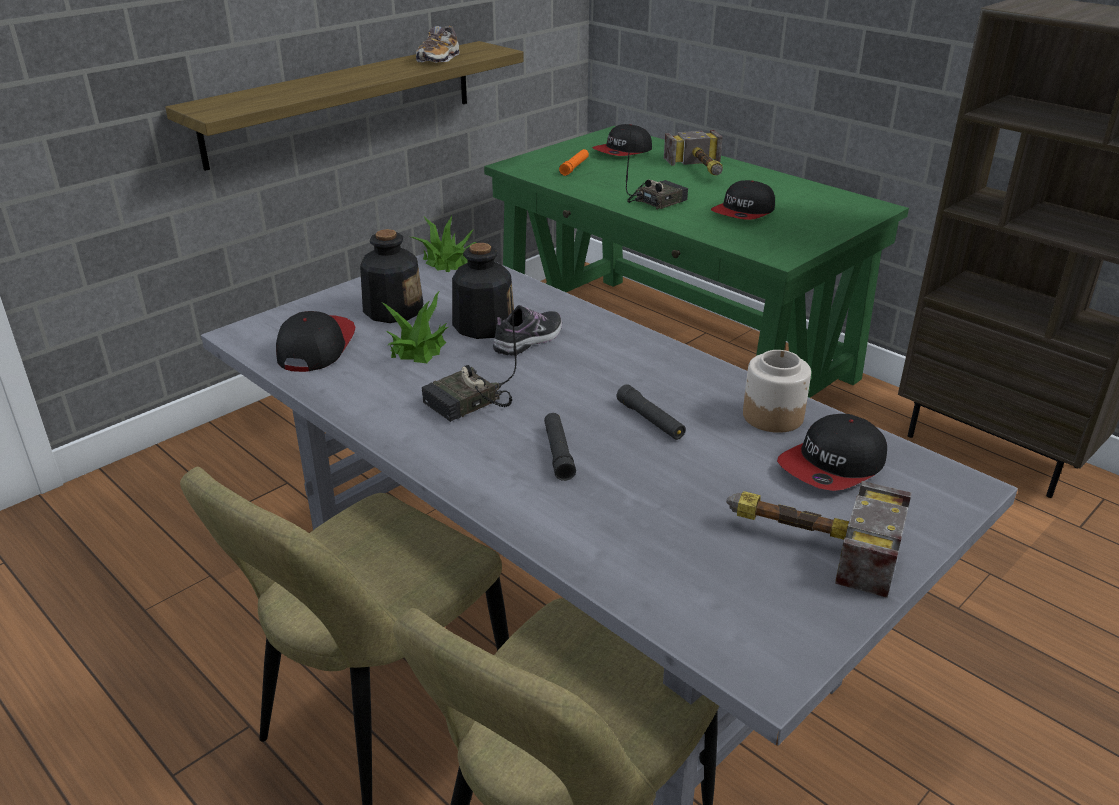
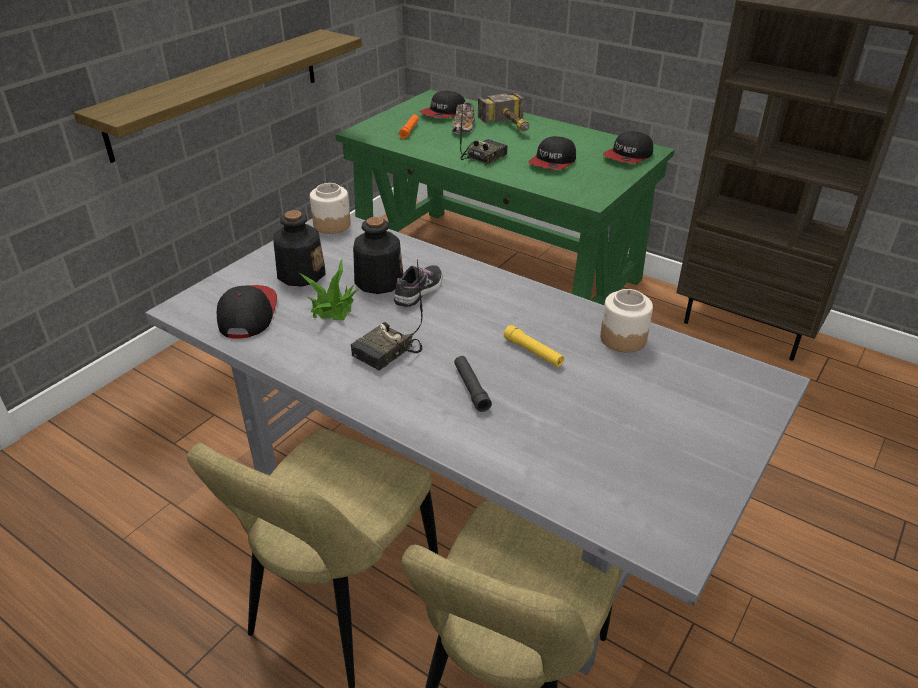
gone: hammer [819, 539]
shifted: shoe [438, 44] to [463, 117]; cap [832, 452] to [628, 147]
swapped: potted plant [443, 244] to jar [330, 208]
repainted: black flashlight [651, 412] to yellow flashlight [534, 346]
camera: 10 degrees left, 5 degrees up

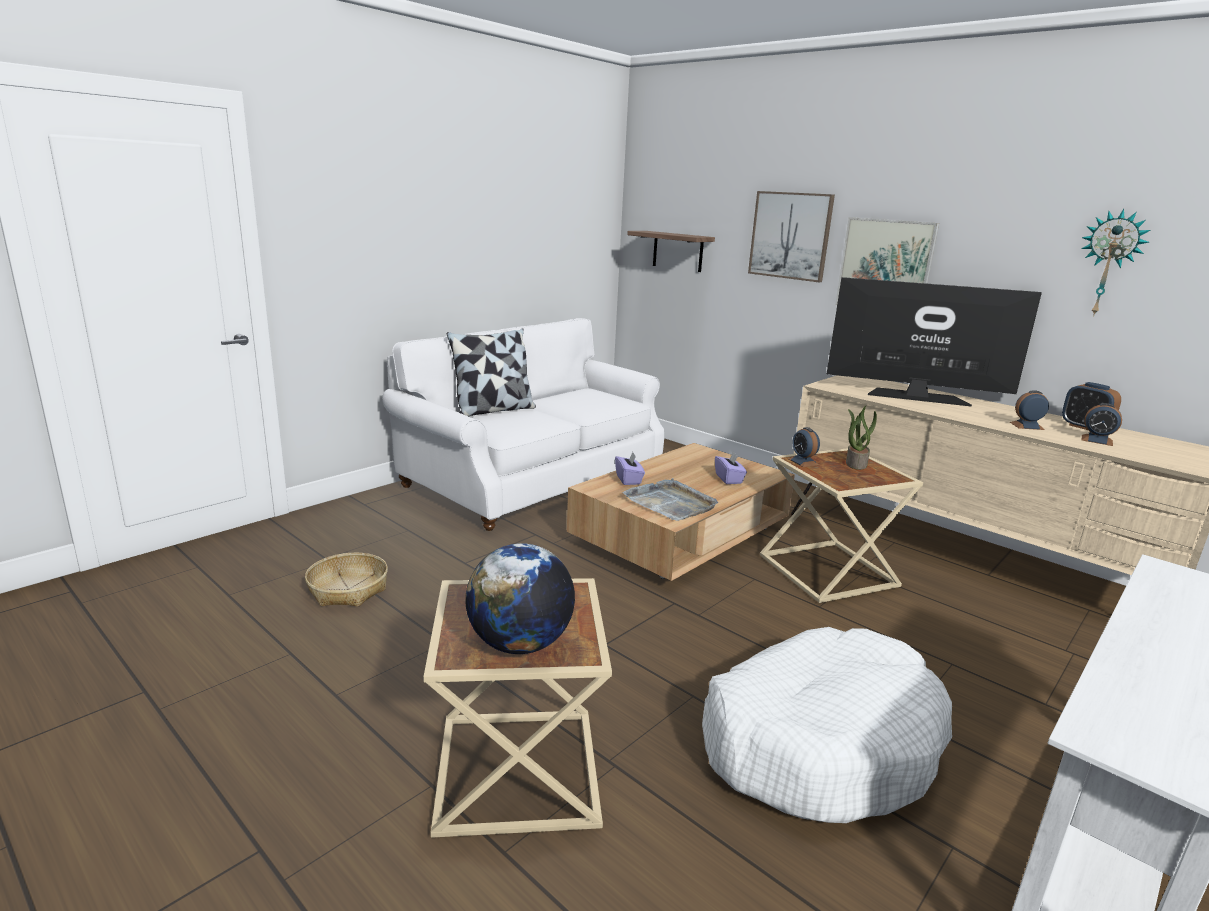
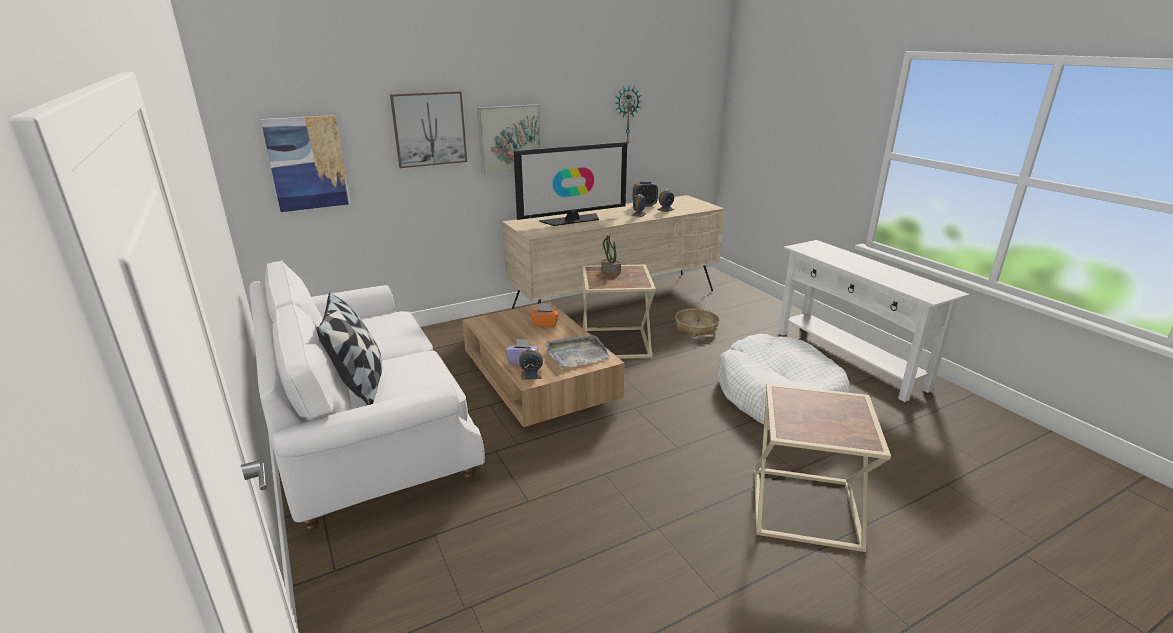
gone: globe [520, 598]
shifted: basket [346, 580] to [697, 322]; alarm clock [804, 447] to [531, 364]
swapped: shelf [671, 251] to picture [305, 163]
repainted: purple tissue box [731, 467] to orange tissue box [545, 315]
rotated: television [934, 342] = [570, 184] 150 degrees counterclockwise
camera: 70 degrees left, 5 degrees up

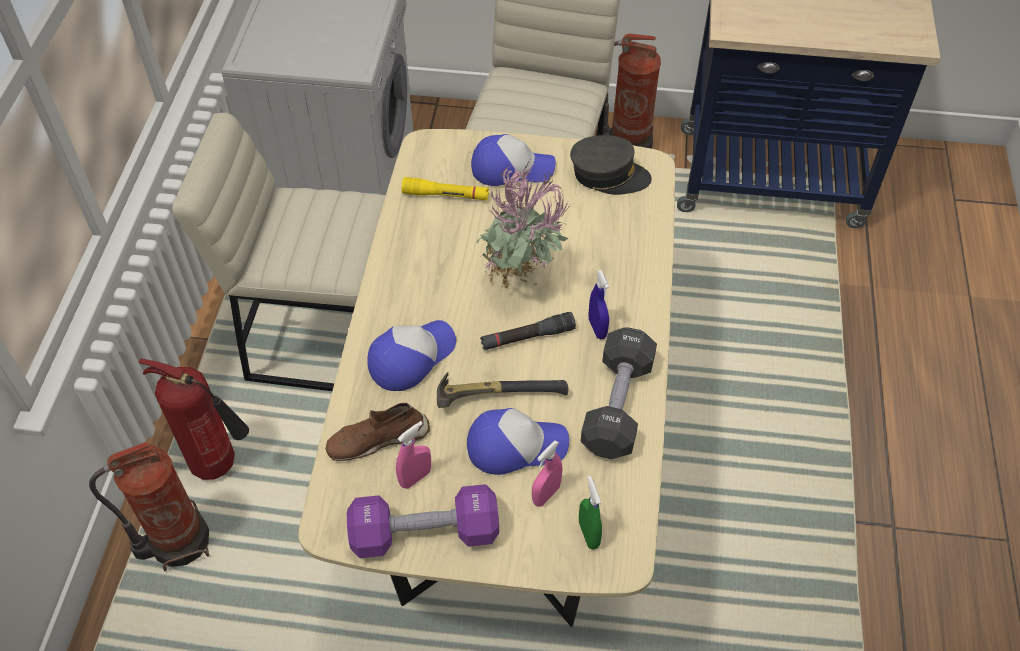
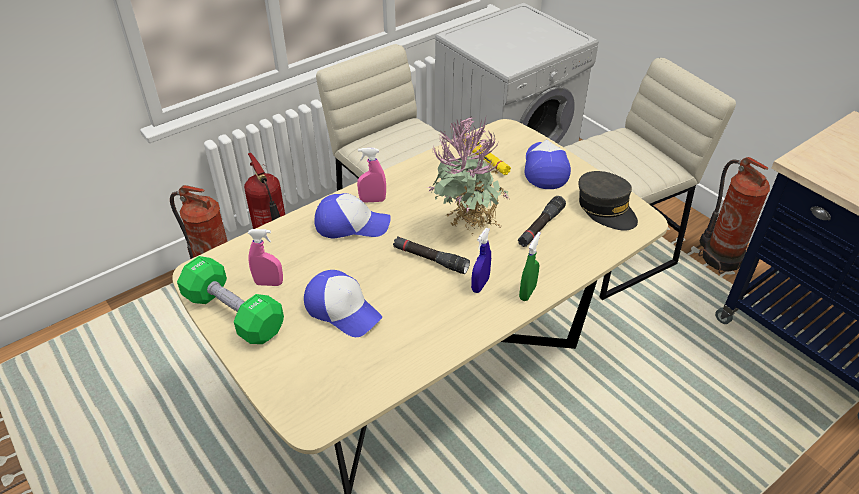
gone: brown shoe [377, 432]; hammer [502, 390]; black dumbbell [619, 393]
new: black flashlight [542, 221]
shifted: pink spray bottle [547, 473] to [371, 175]; green spray bottle [590, 512] to [530, 266]
repainted: purple dumbbell [423, 521] to green dumbbell [230, 300]
rotated: cap [513, 160] = [548, 164] 135 degrees counterclockwise
camera: 45 degrees right, 10 degrees down

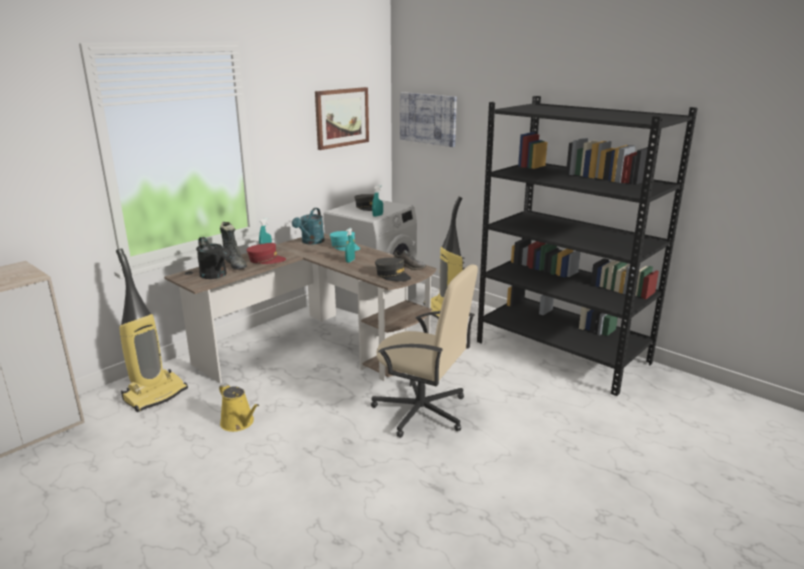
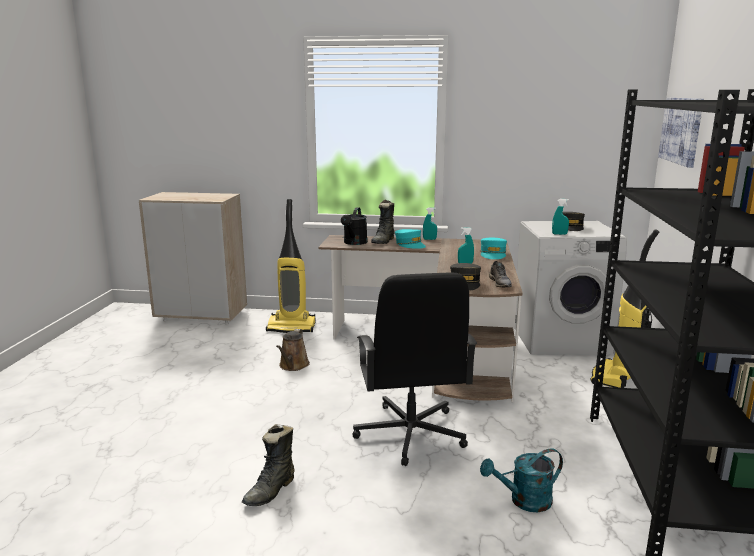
gone: picture [342, 118]
new: black boot [268, 465]
shifted: turquoise watering can [308, 226] to [521, 480]
repainted: yellow watering can [239, 407] to brown watering can [293, 350]; red cap [266, 253] to turquoise cap [410, 239]; beige office chair [424, 351] to black office chair [415, 369]
camera: 55 degrees right, 5 degrees down

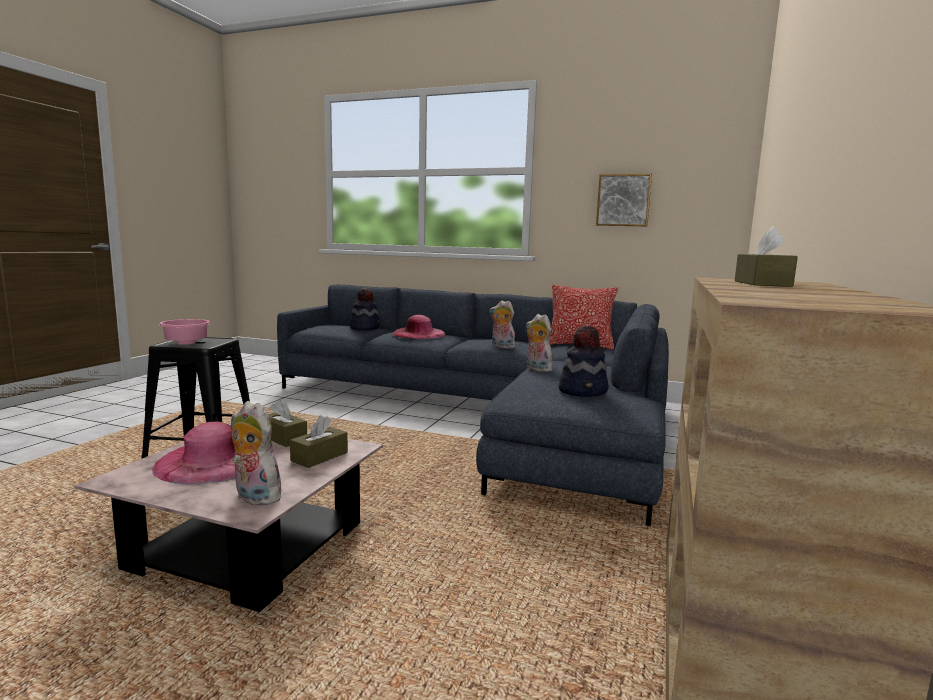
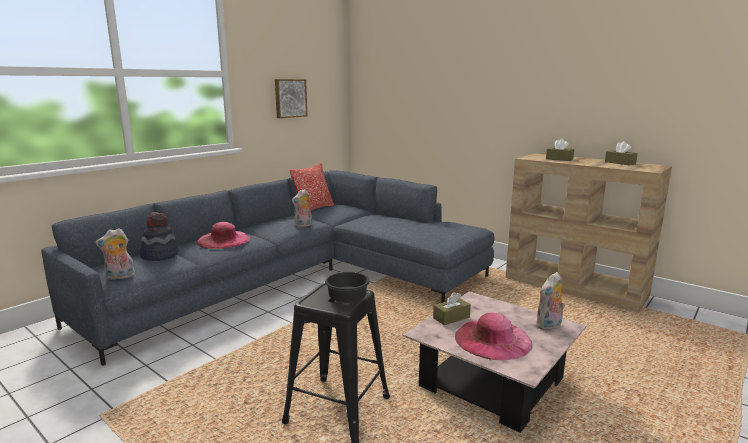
gone: hat [584, 361]
shifted: brown tissue box [319, 441] to [621, 153]; plush toy [540, 343] to [115, 254]
repainted: pink bowl [184, 331] to black bowl [347, 287]
camera: 70 degrees left, 5 degrees up

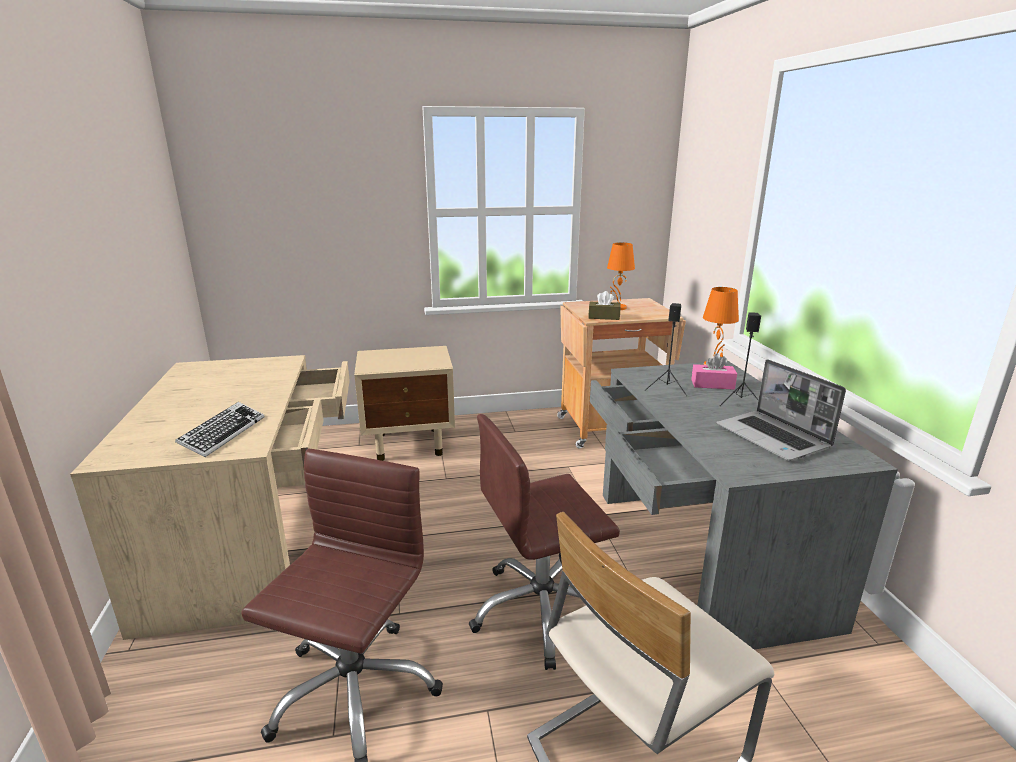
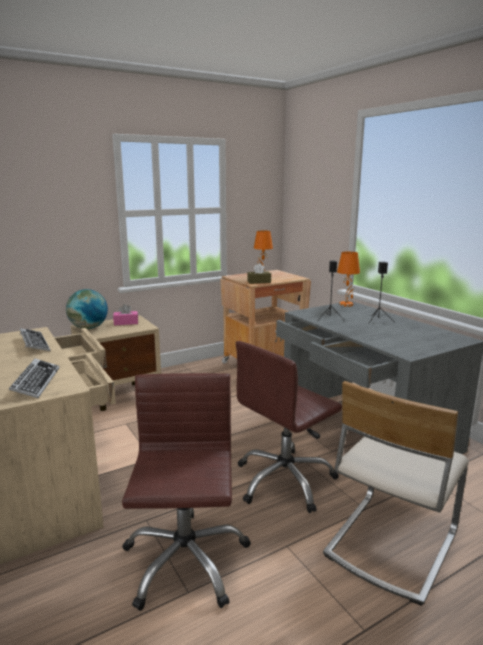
gone: laptop [781, 410]
new: keyboard [35, 339]; globe [87, 309]
shifted: pink tissue box [714, 372] to [125, 314]
camera: 20 degrees left, 5 degrees down

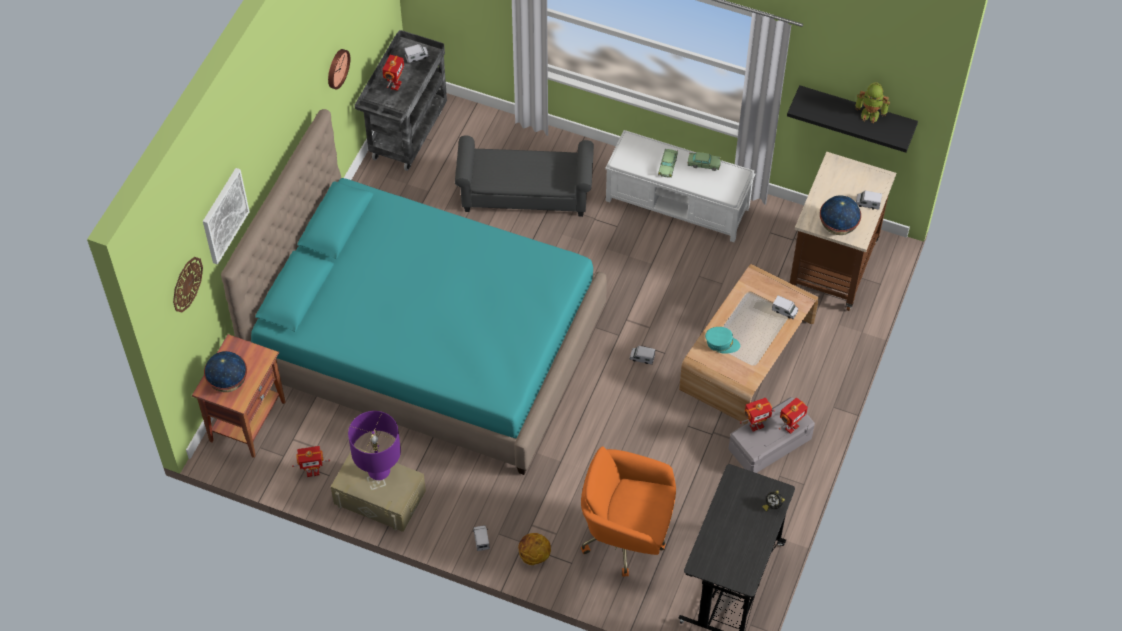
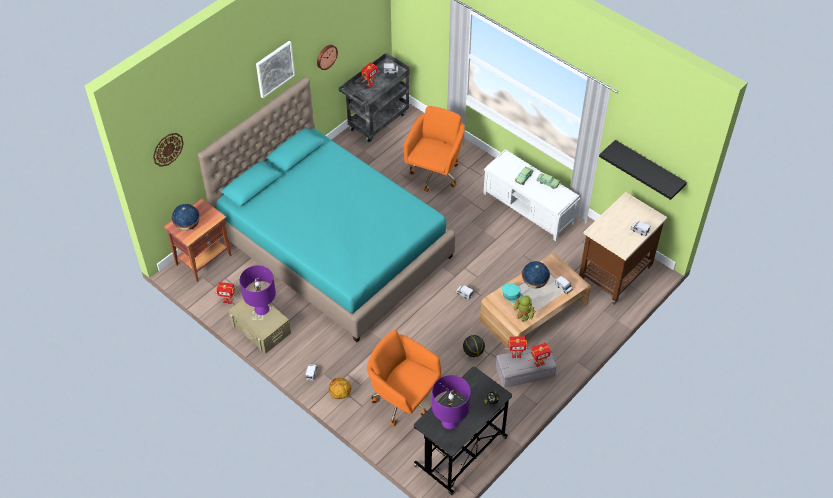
new: purple table lamp [451, 402]; basketball [474, 346]
shifted: picture [226, 216] to [275, 69]; globe [840, 215] to [536, 274]; toy robot [872, 102] to [524, 308]
swapped: grey ottoman [524, 176] to orange office chair [434, 149]
camera: 20 degrees right, 5 degrees down

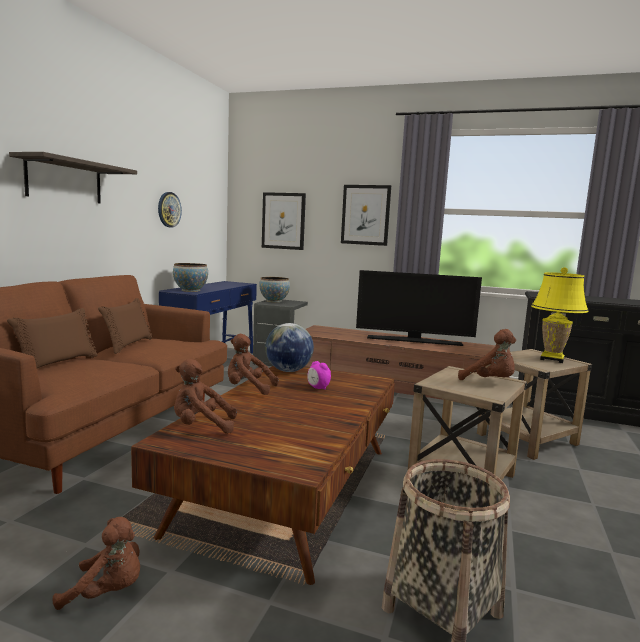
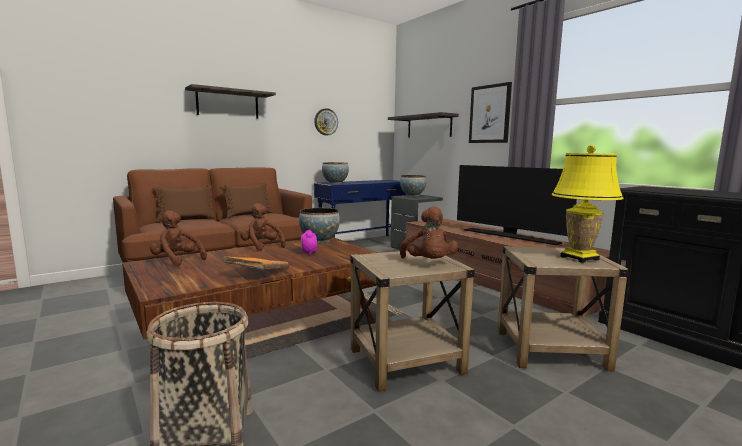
gone: brown plush toy [96, 563]
new: orange book [256, 263]
swapped: picture [284, 221] to shelf [423, 125]; globe [289, 347] to bowl [319, 225]
camera: 35 degrees right, 0 degrees up

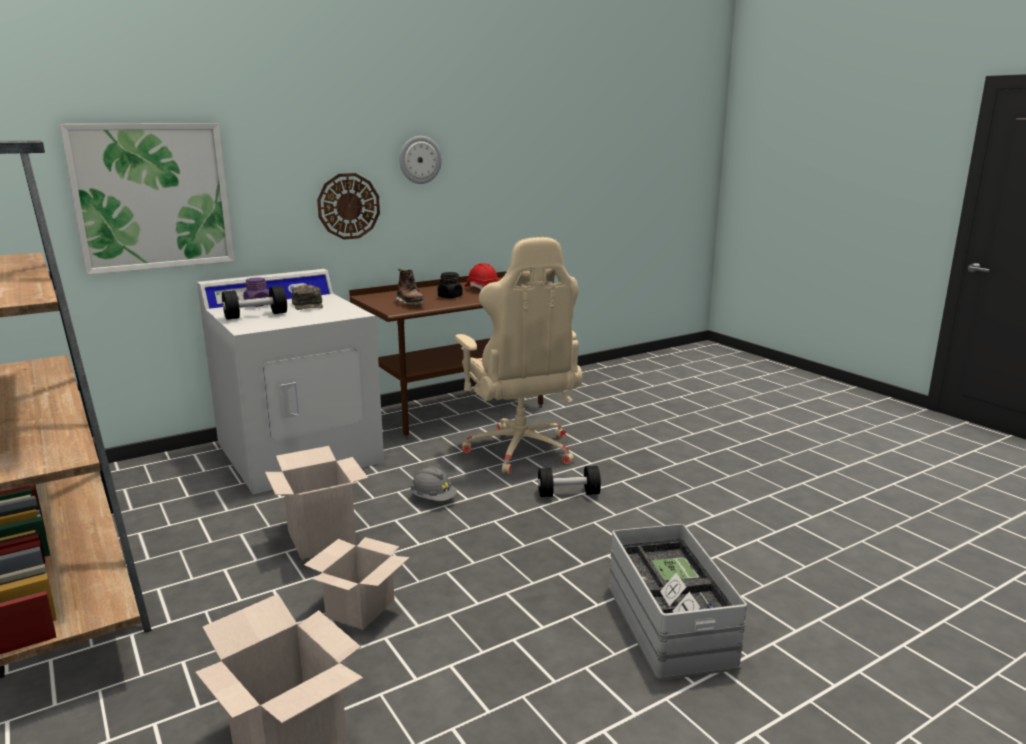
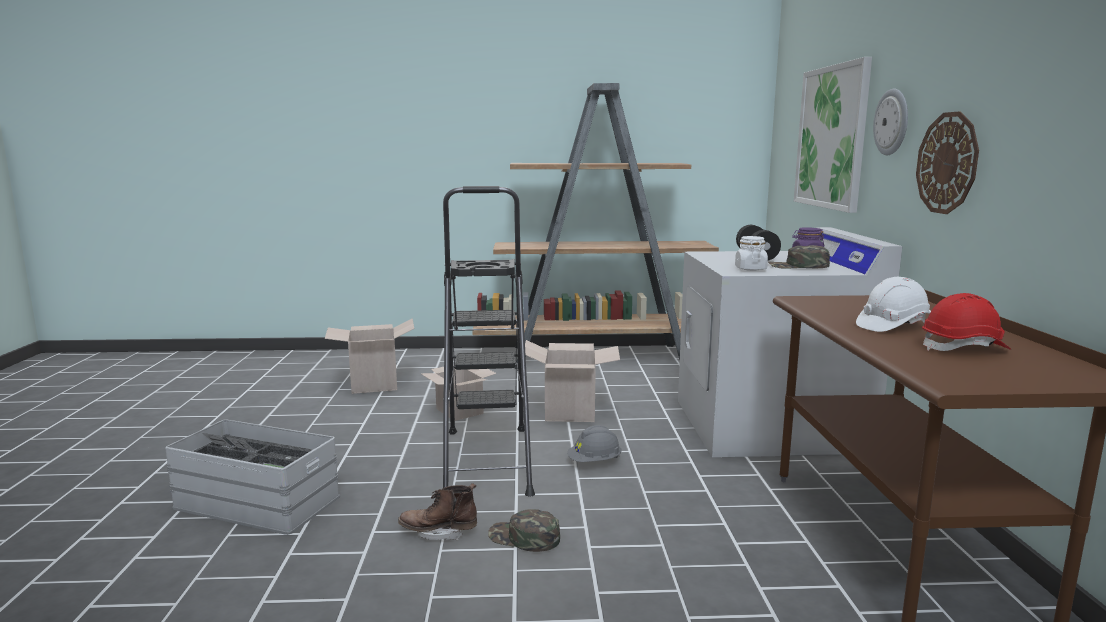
gone: beige office chair [518, 355]
new: step ladder [489, 341]; white jar [751, 253]
shifted: brown boot [410, 287] to [437, 511]; wall clock [420, 160] to [890, 122]
swapped: black jar [450, 285] to white hard hat [893, 304]; black dumbbell [569, 481] to green cap [524, 530]
camera: 120 degrees right, 5 degrees down

